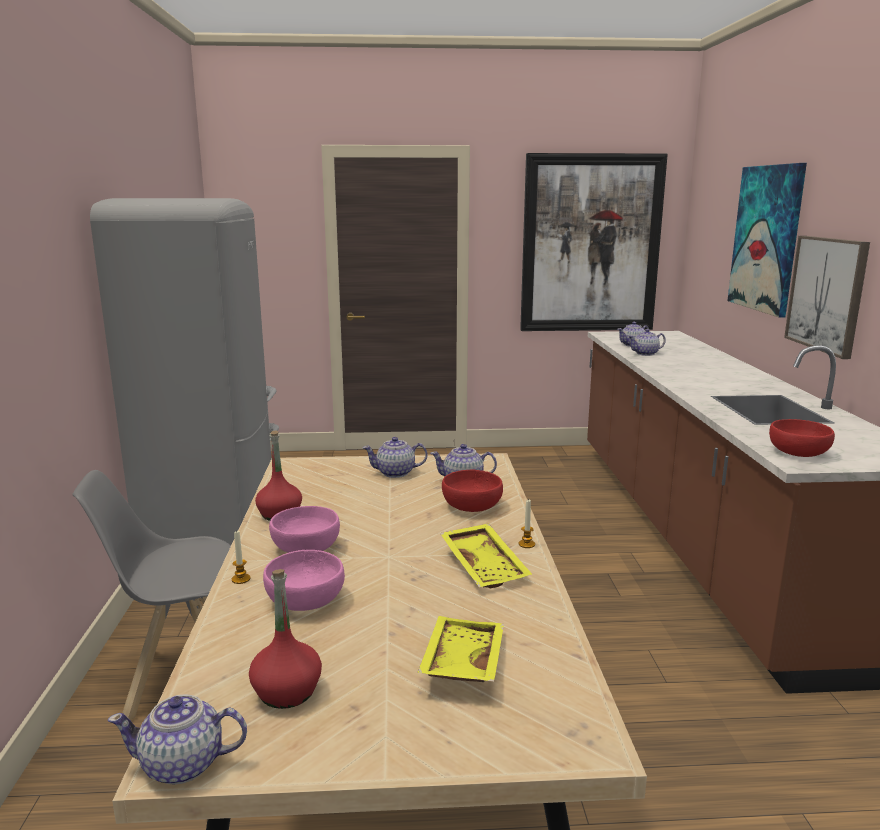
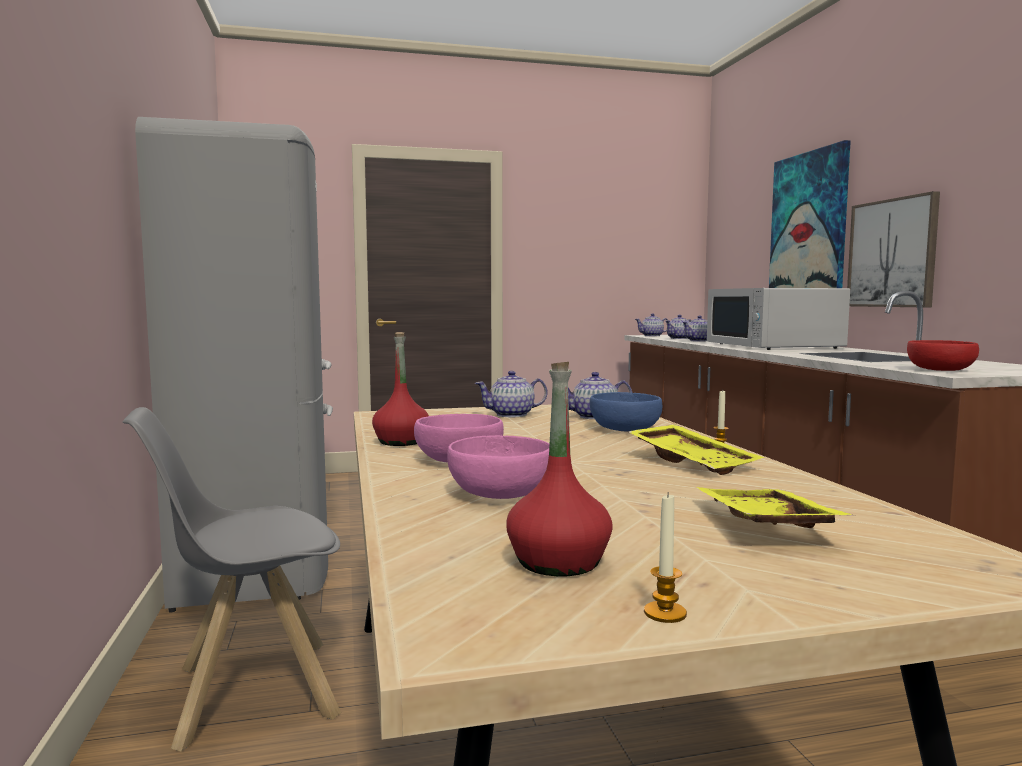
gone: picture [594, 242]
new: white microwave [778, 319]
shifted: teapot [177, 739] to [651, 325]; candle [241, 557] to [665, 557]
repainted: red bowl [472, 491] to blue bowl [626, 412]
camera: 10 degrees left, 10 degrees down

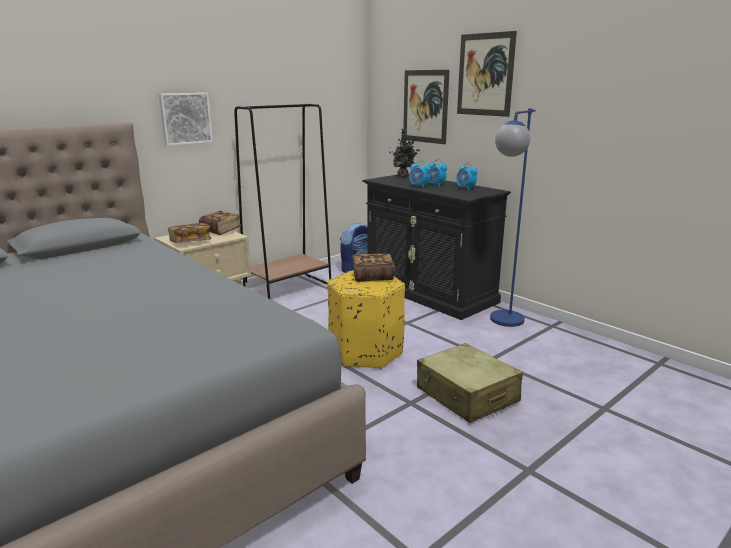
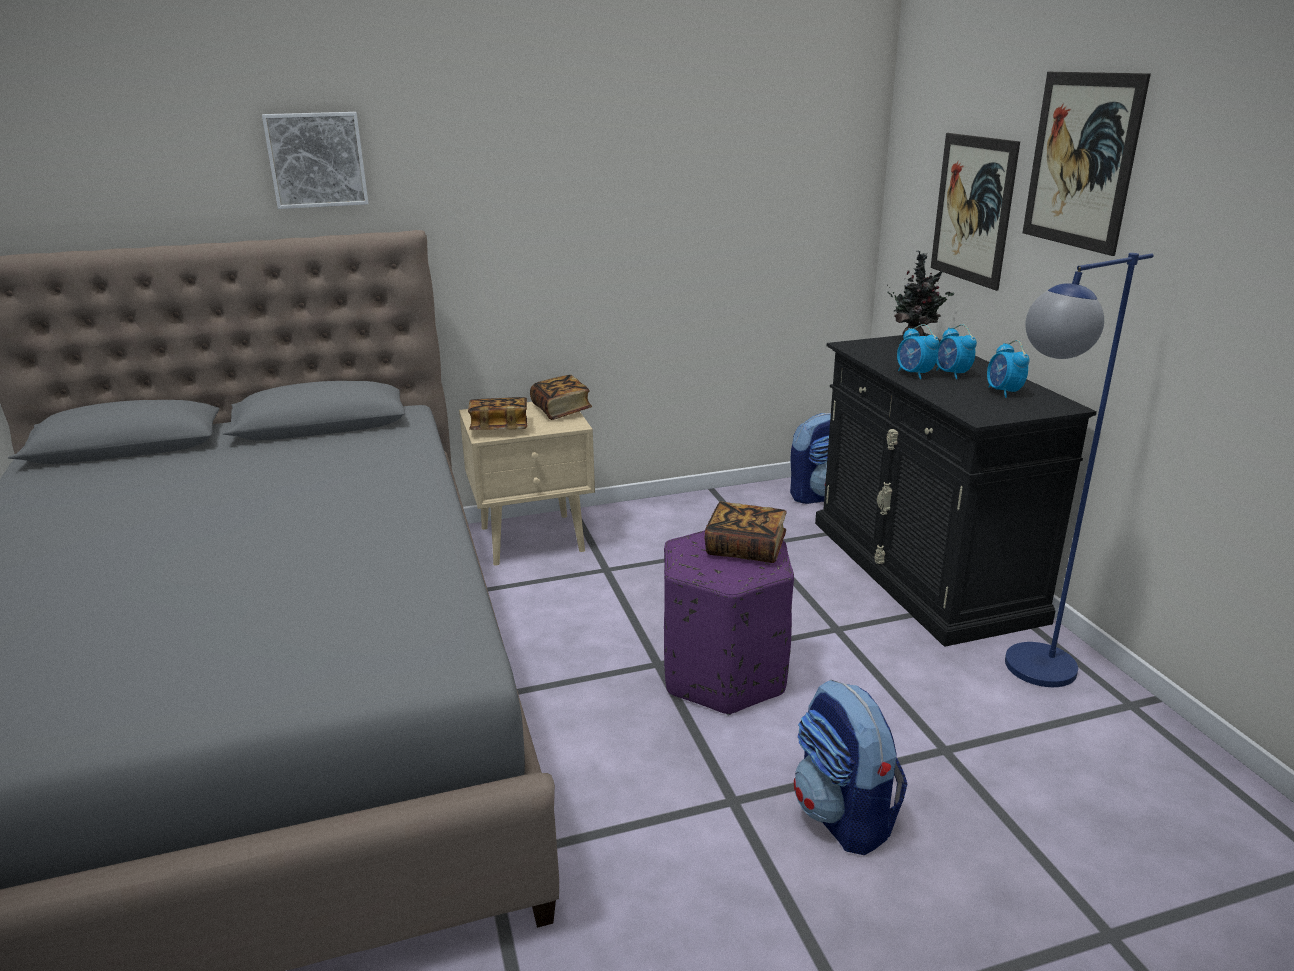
gone: clothes rack [282, 201]
shifted: picture [186, 119] to [315, 160]
swapped: beige suitcase [470, 383] to backpack [850, 767]
repainted: yellow ottoman [366, 320] to purple ottoman [729, 622]
camera: 25 degrees right, 5 degrees up

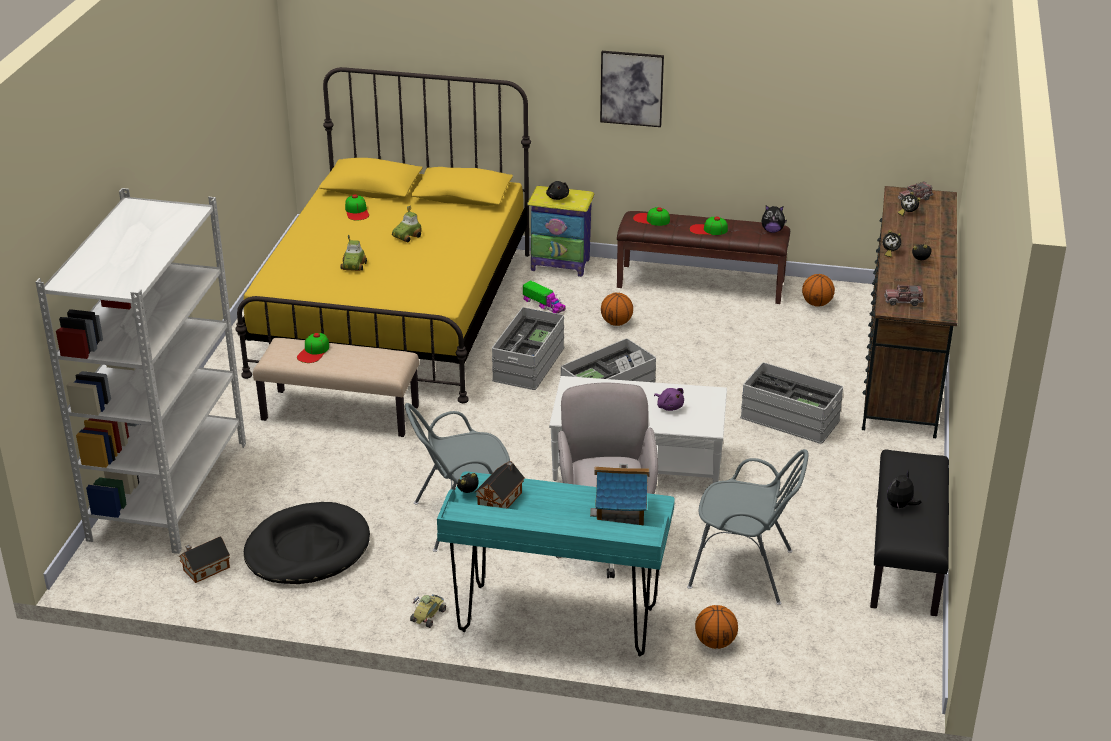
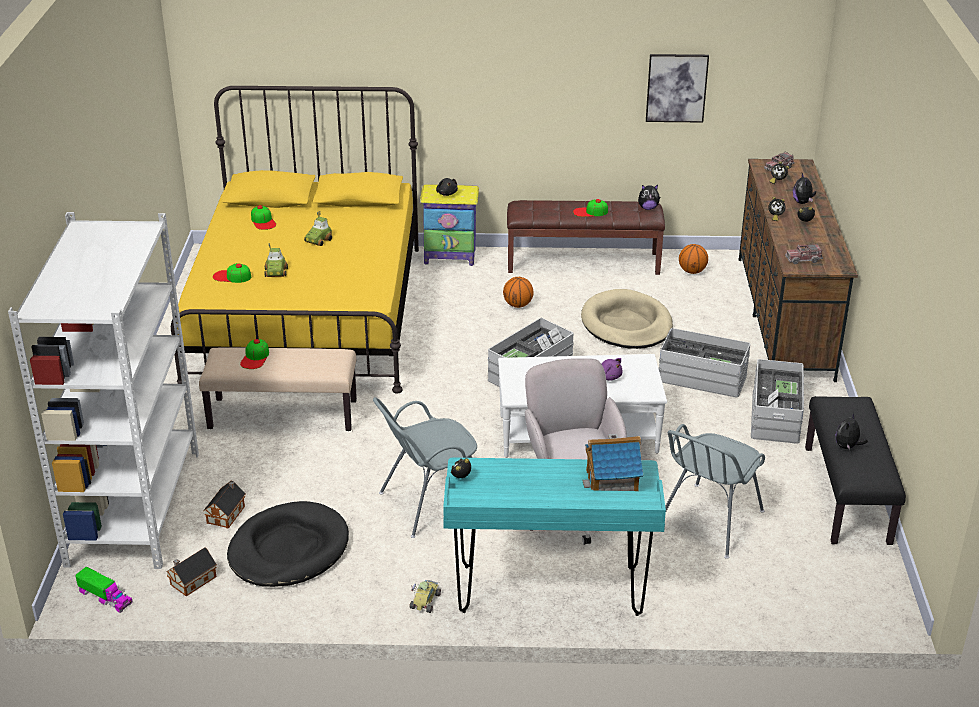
gone: basketball [716, 627]
new: beige dog bed [627, 319]; plush toy [804, 188]
shifted: toy house [500, 485] to [224, 504]; grey storage box [528, 348] to [778, 401]; toy truck [544, 297] to [104, 590]; picture [632, 89] to [677, 88]; cap [651, 216] to [232, 273]
rotated: grey chair [747, 527] = [715, 491] 120 degrees clockwise
camera: 10 degrees left, 0 degrees up

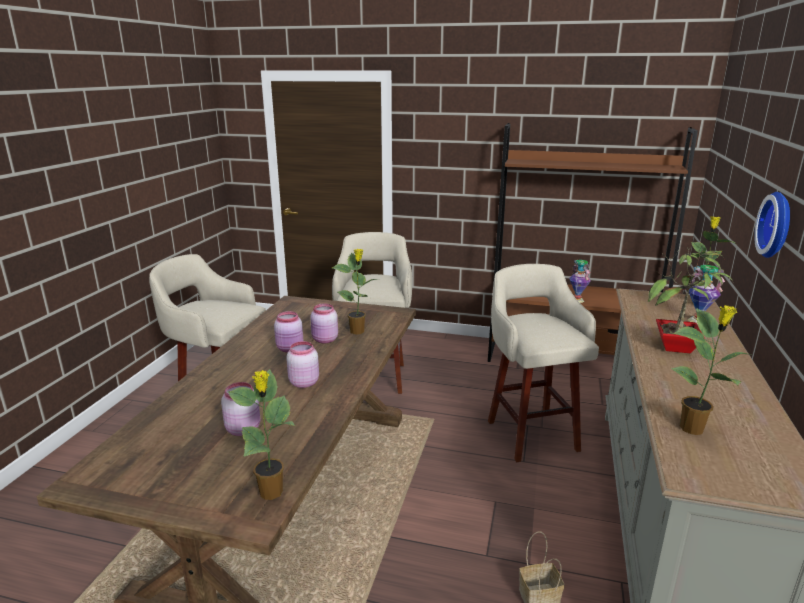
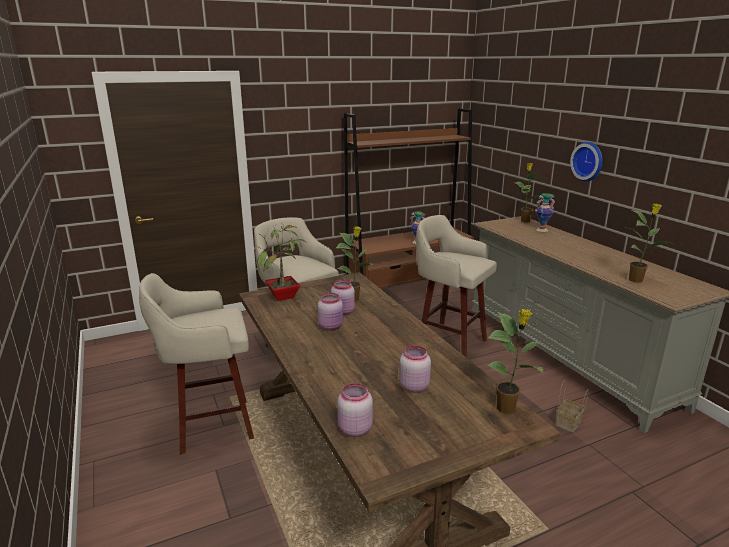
shifted: pink jar [302, 364] to [355, 410]; potted plant [690, 299] to [282, 263]
camera: 40 degrees left, 0 degrees up

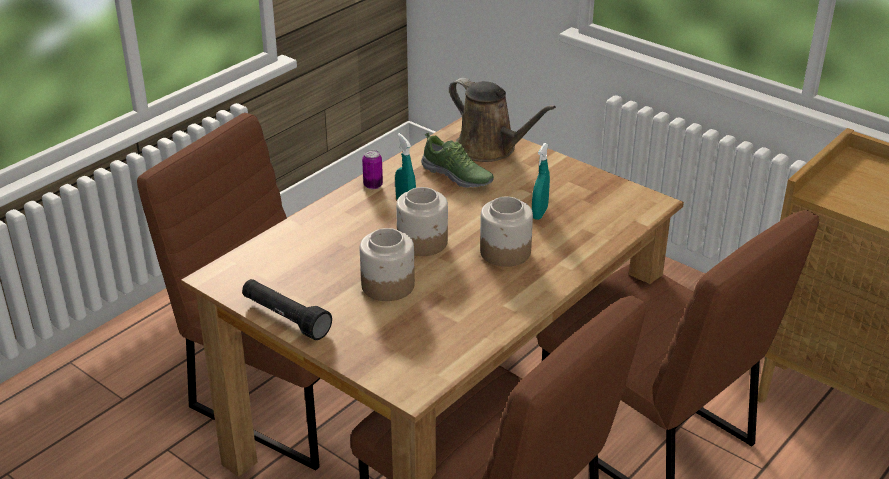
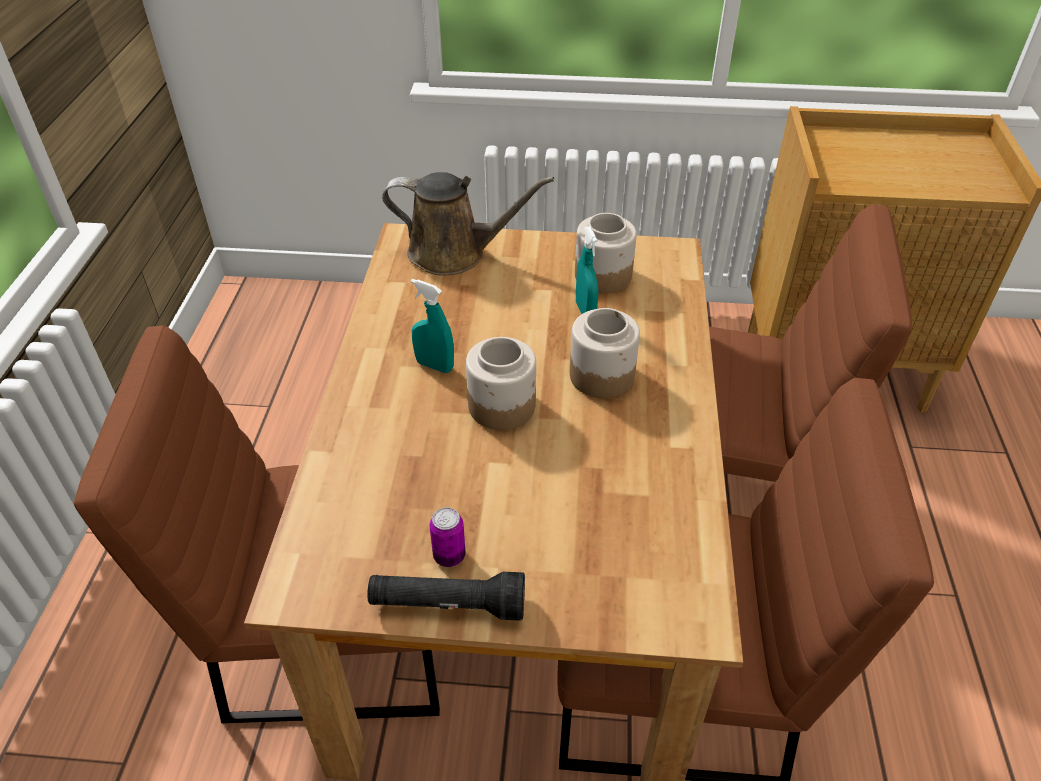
gone: shoe [457, 160]
shifted: jar [387, 264] to [606, 253]; can [372, 169] to [447, 537]
camera: 35 degrees left, 10 degrees up

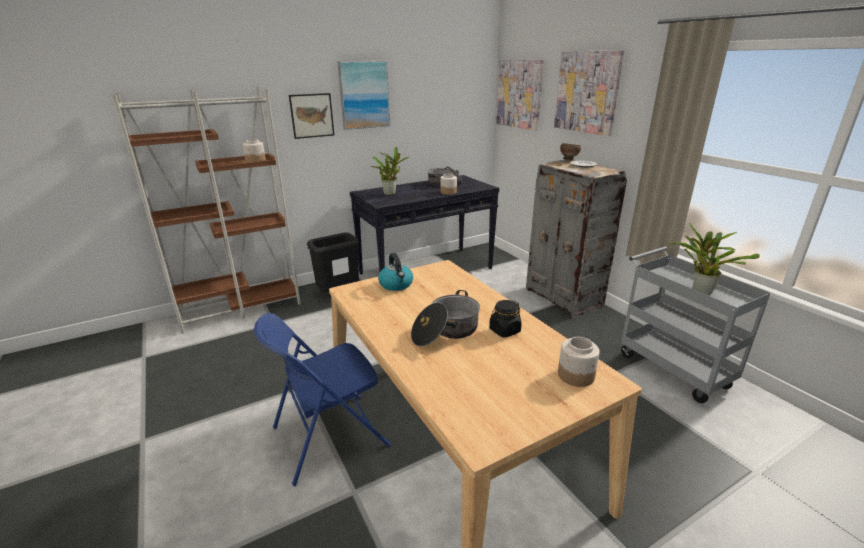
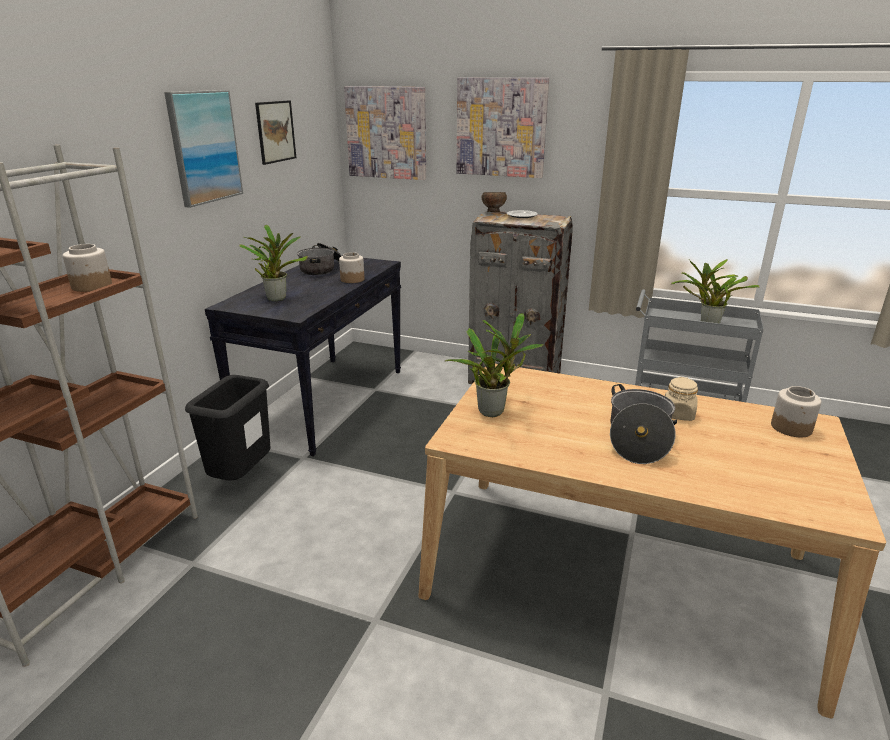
gone: blue chair [322, 400]
shifted: picture [311, 116] to [275, 132]
swapped: kettle [395, 272] to potted plant [494, 365]
repainted: black jar [505, 319] to beige jar [681, 399]
camera: 40 degrees left, 0 degrees up

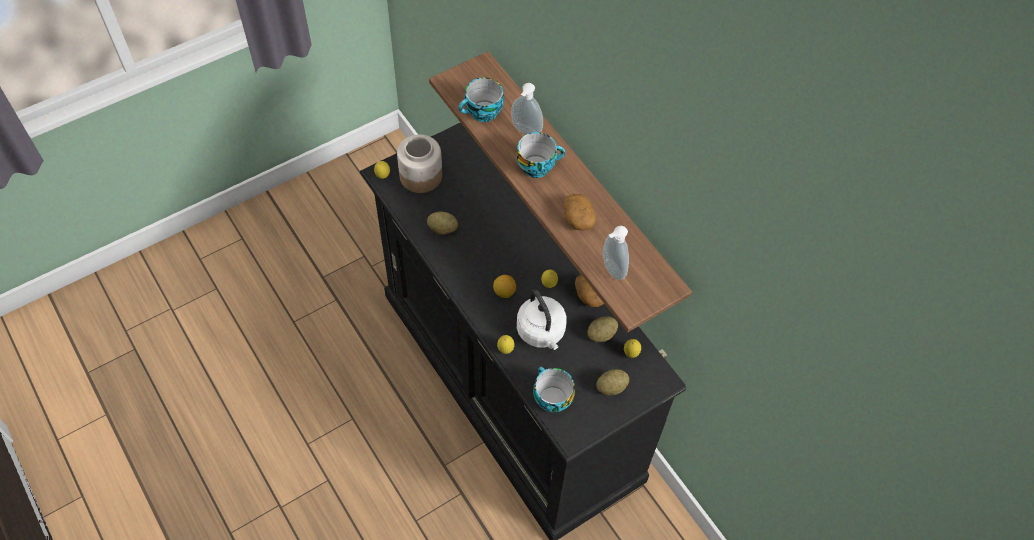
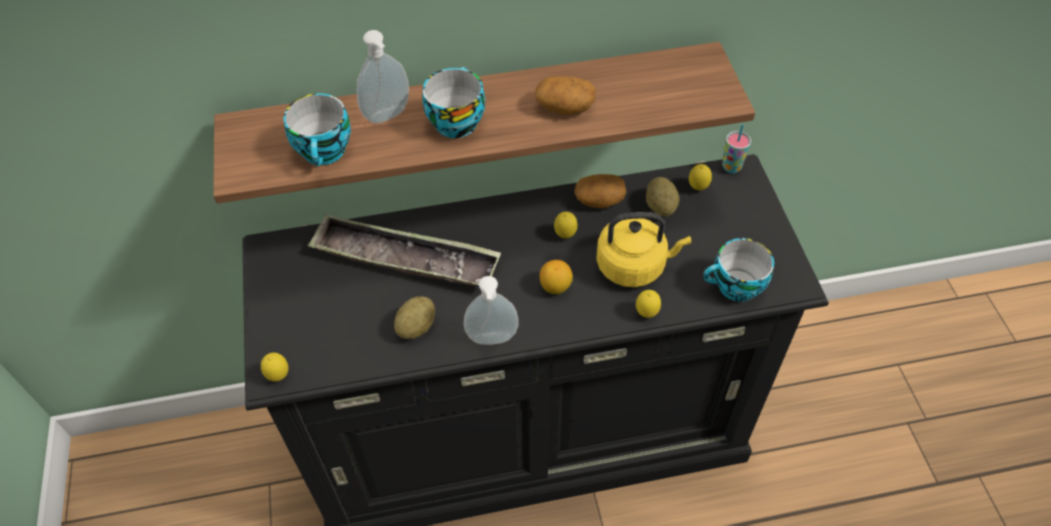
gone: jar [419, 163]; potato [612, 382]
new: tray [404, 250]; cup [736, 148]
shifted: soap dispenser [616, 253] to [491, 310]
repainted: white kettle [542, 319] to yellow kettle [643, 249]
camera: 65 degrees left, 5 degrees down

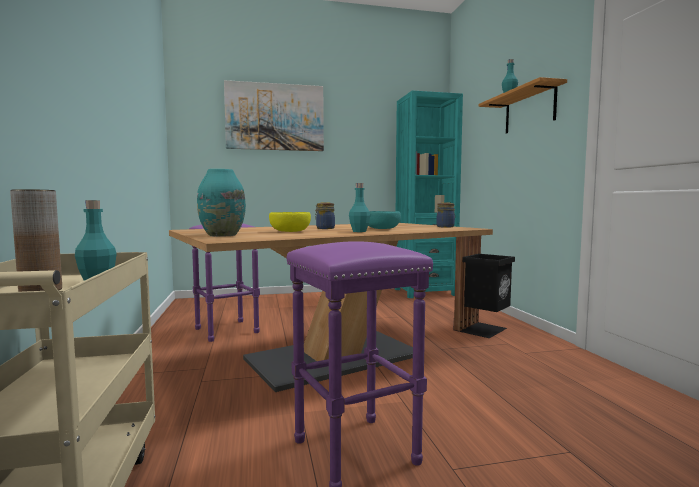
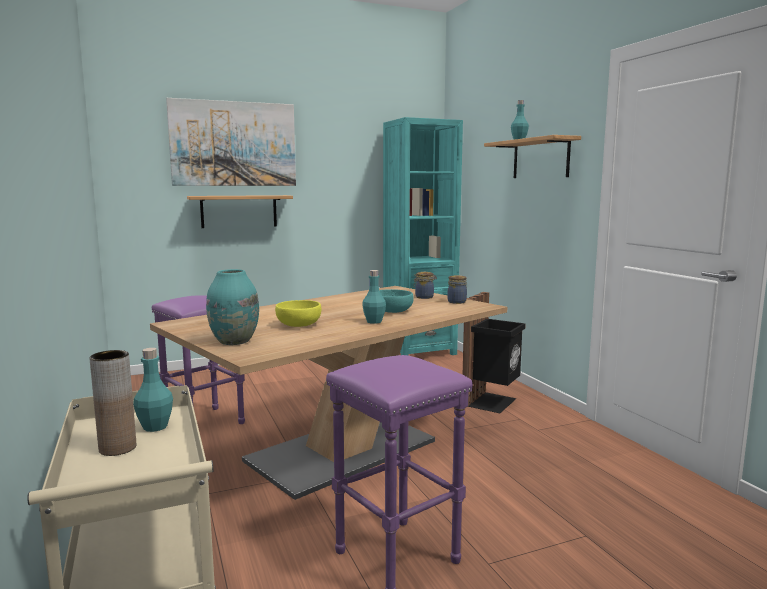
new: shelf [240, 211]
shifted: jar [325, 216] to [423, 285]
camera: 10 degrees left, 5 degrees up

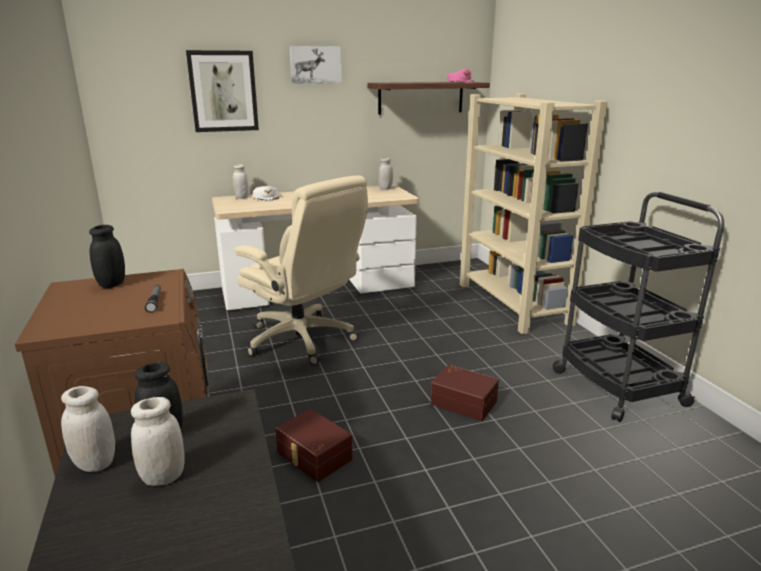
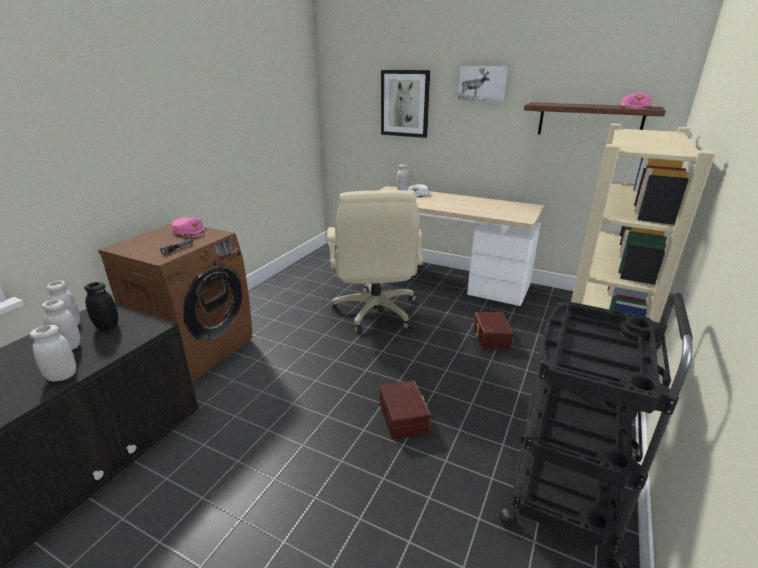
shifted: brown storage box [314, 445] to [493, 331]; white jar [386, 173] to [53, 353]
swapped: black jar [107, 256] to pink cap [190, 227]
camera: 45 degrees right, 5 degrees up

